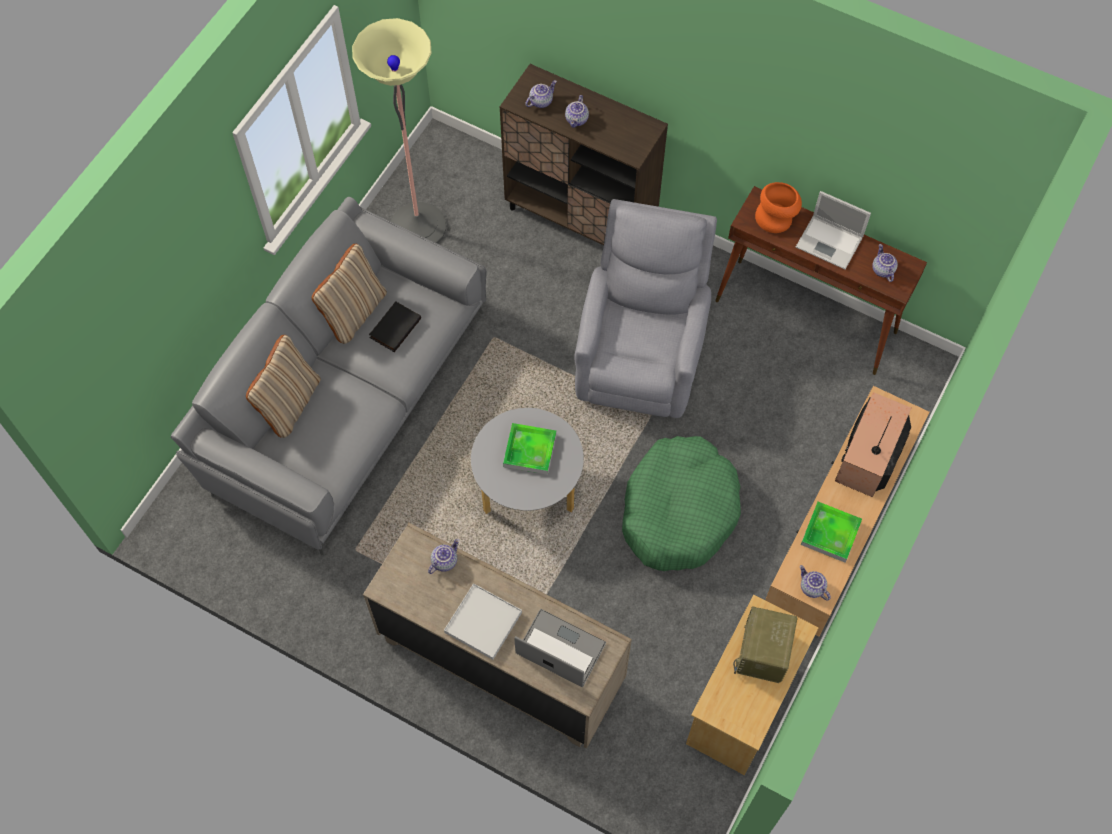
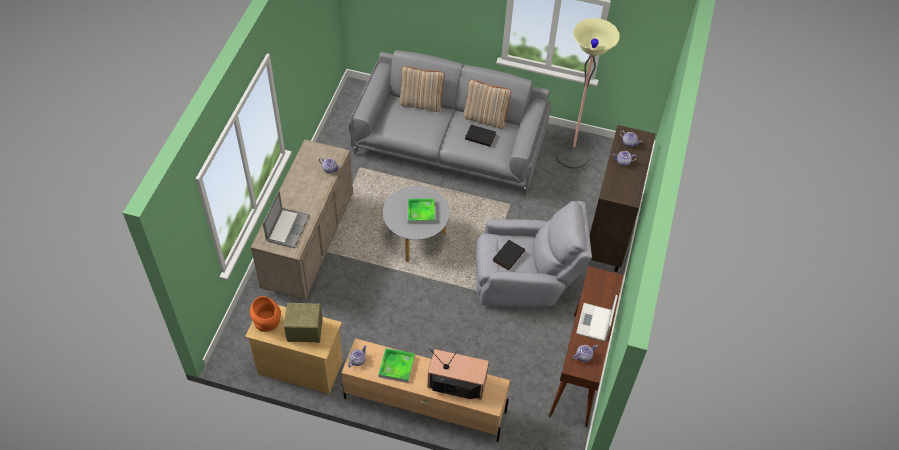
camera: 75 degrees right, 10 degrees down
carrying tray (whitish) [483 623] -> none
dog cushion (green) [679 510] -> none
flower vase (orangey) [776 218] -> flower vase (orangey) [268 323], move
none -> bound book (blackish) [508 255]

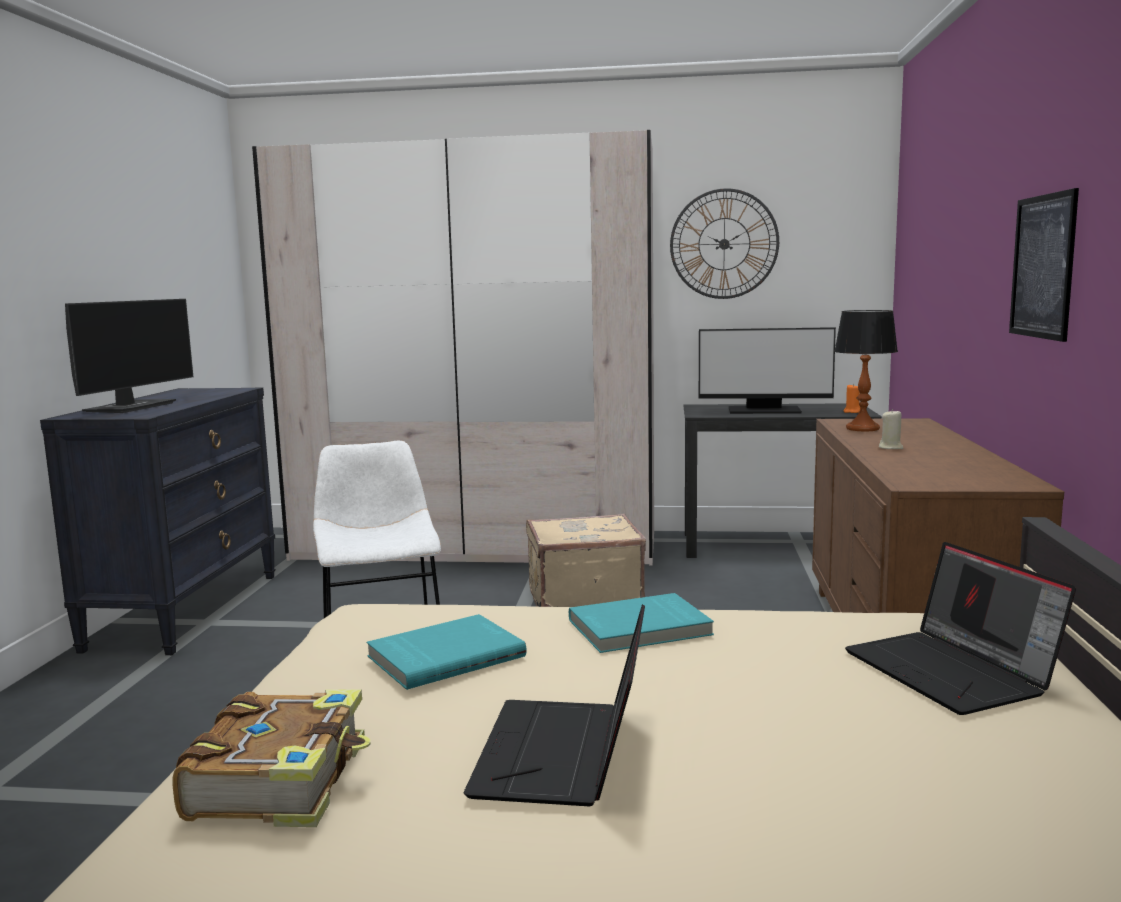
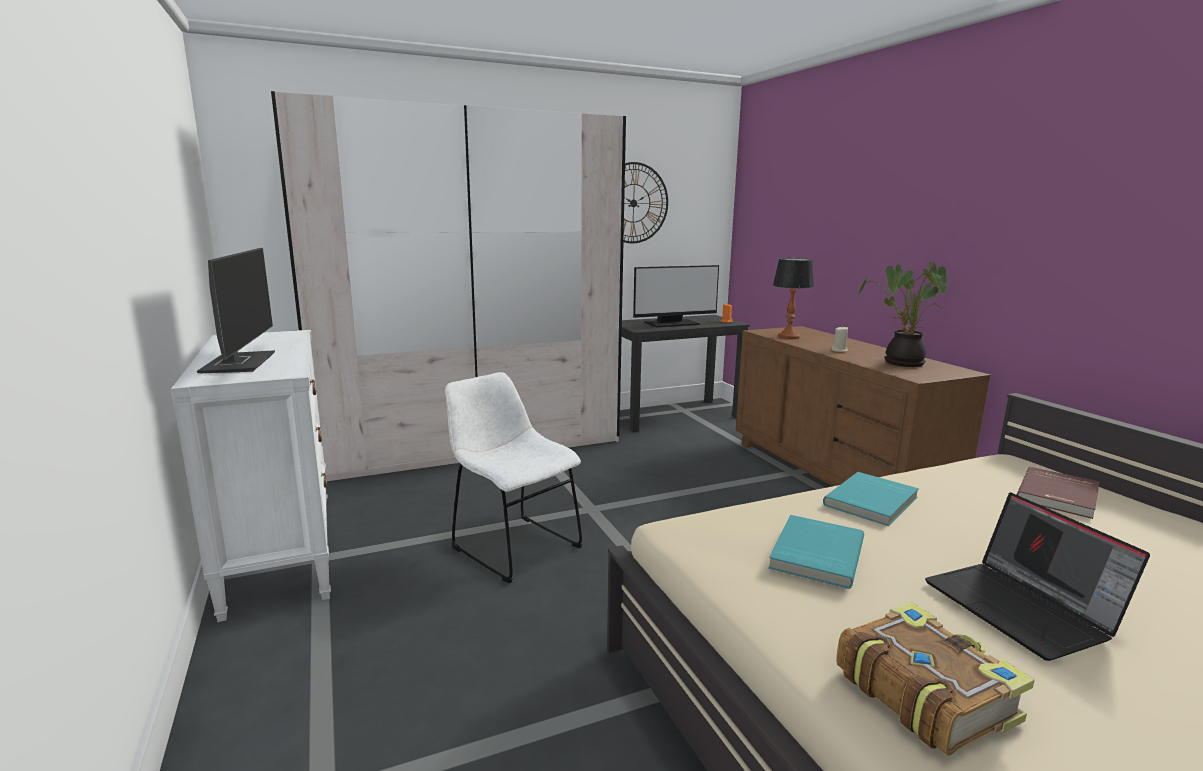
camera: 30 degrees left, 5 degrees up
drawer chest (blackish) [186 610] -> drawer chest (whitish) [280 551]
suitcase (beige-coloured) [583 599] -> none
portable computer [953 672] -> bound book (reddish) [1059 495]
wall art [1042 266] -> none
none -> houseplant [900 363]

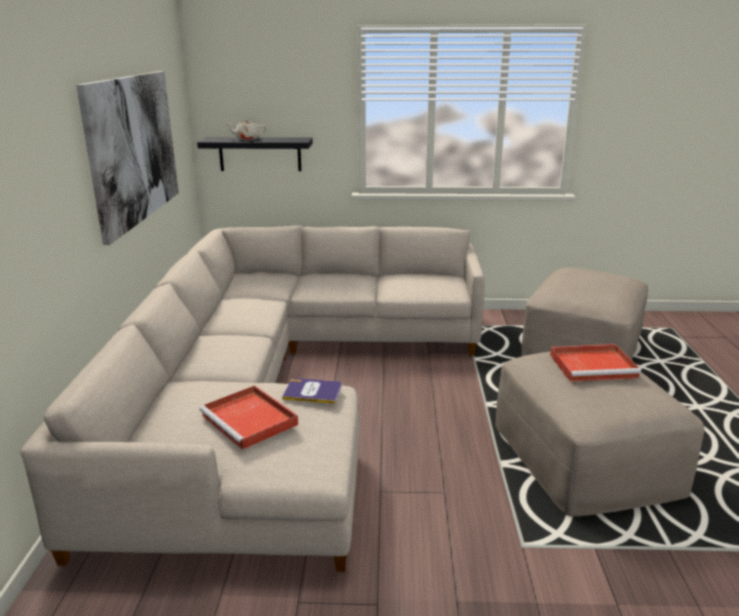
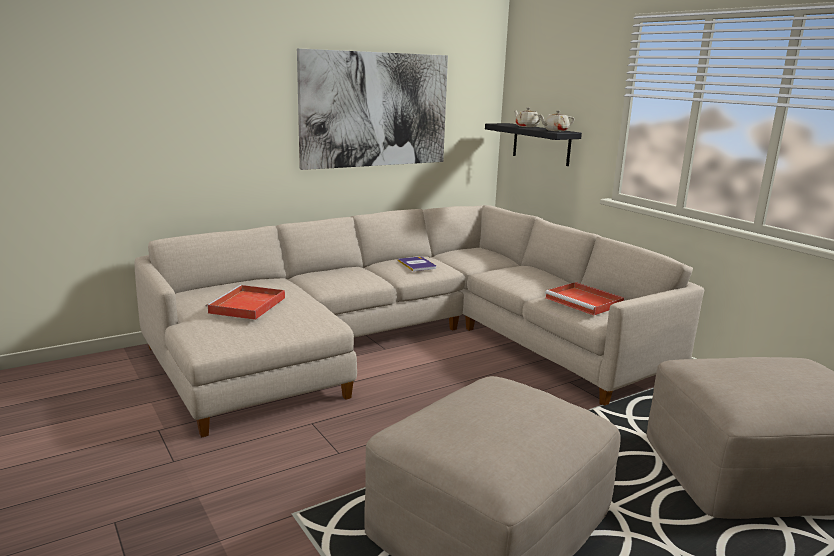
camera: 55 degrees right, 5 degrees down
bound book [313 392] -> bound book [417 264], move
carrying tray (reddish) [594 366] -> carrying tray (reddish) [585 302], move
none -> tea pot (beige-coloured) [555 130]

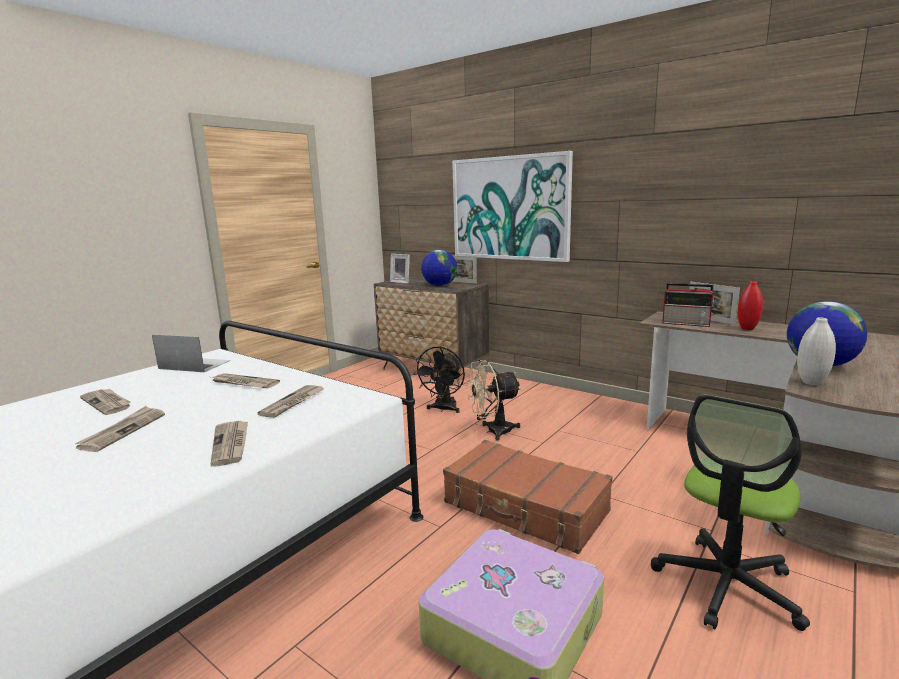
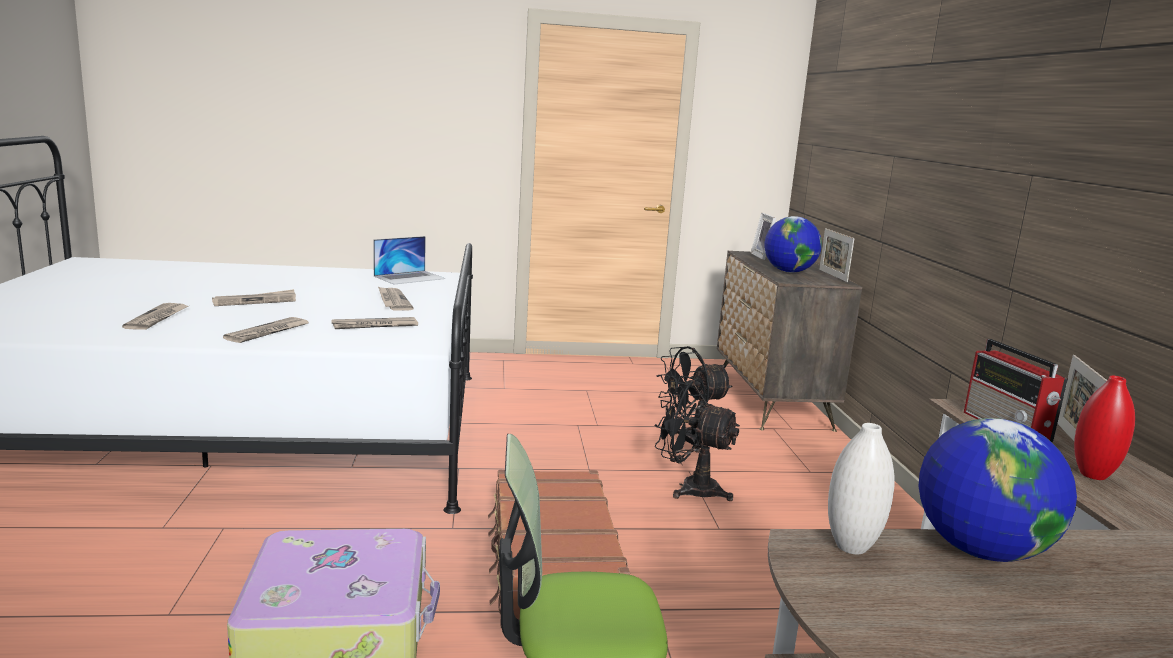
camera: 45 degrees right, 0 degrees up
daily paper [107 403] -> daily paper [157 318], move
portable computer [194 364] -> portable computer [409 277], 75 degrees clockwise
wall art [510 208] -> none
fan (beige-coloured) [493 431] -> fan (blackish) [690 488]

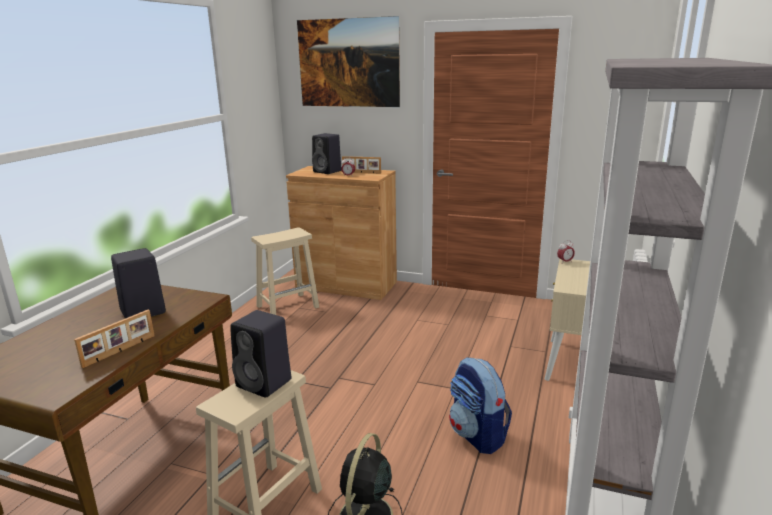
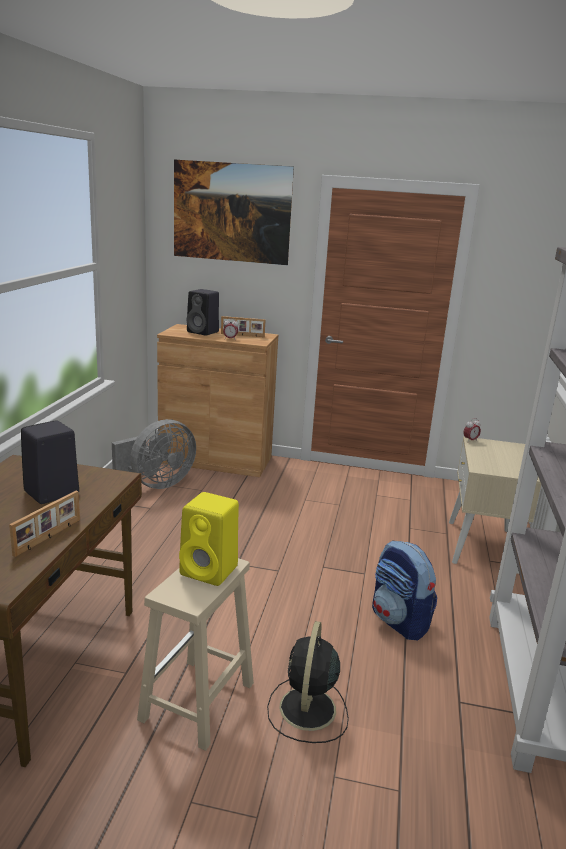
camera: 10 degrees left, 0 degrees up
audio speaker (blackish) [265 383] -> audio speaker (yellowish) [211 571]
stool seat (beige-coloured) [288 306] -> fan (grey) [156 484]

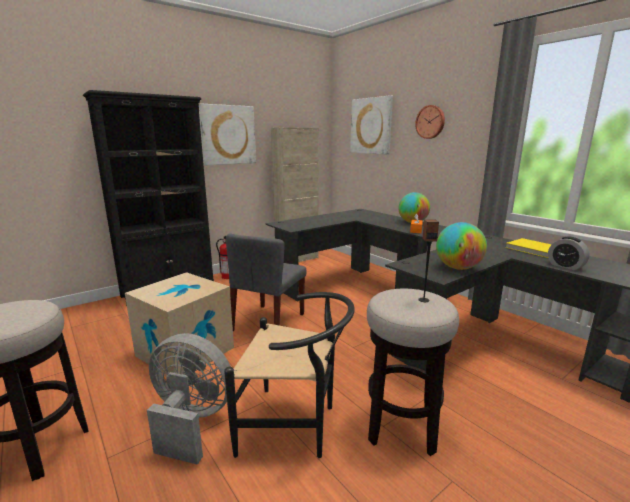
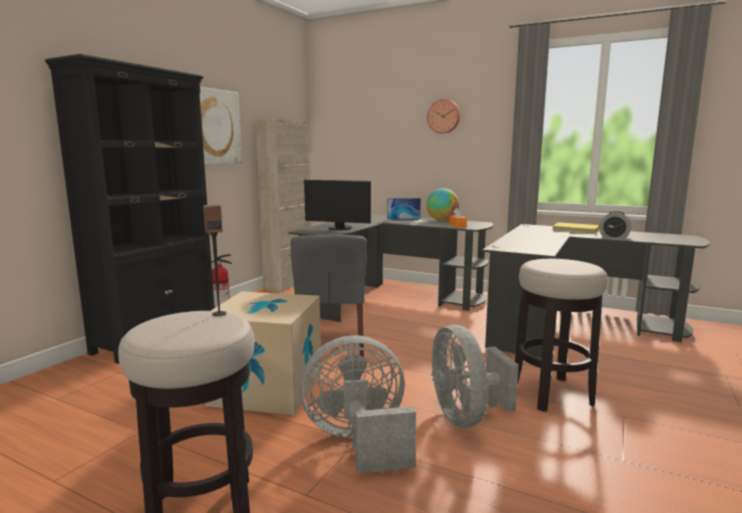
camera: 25 degrees left, 5 degrees down
upright chair (blackish) [296 426] -> fan (grey) [466 416]
wall art [371 126] -> none
audio speaker [423 300] -> audio speaker [219 313], move
globe [458 268] -> none
none -> computer screen [339 228]
none -> portable computer [405 220]

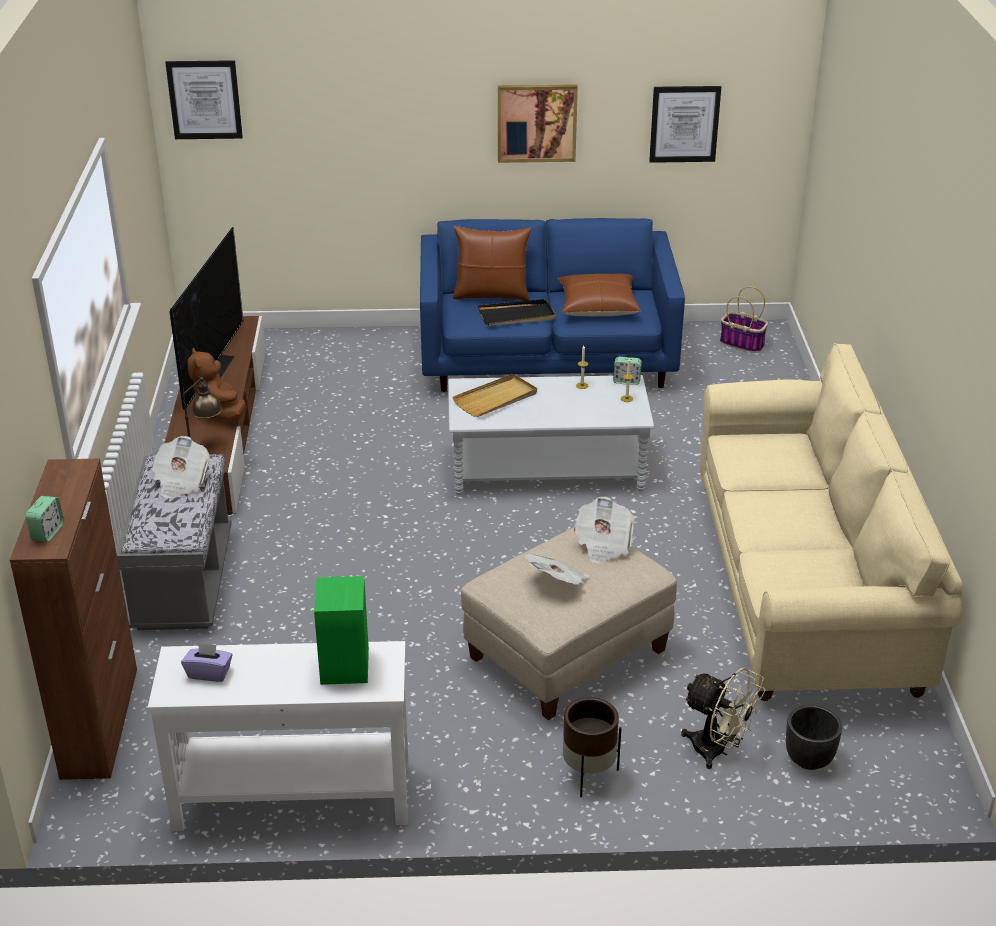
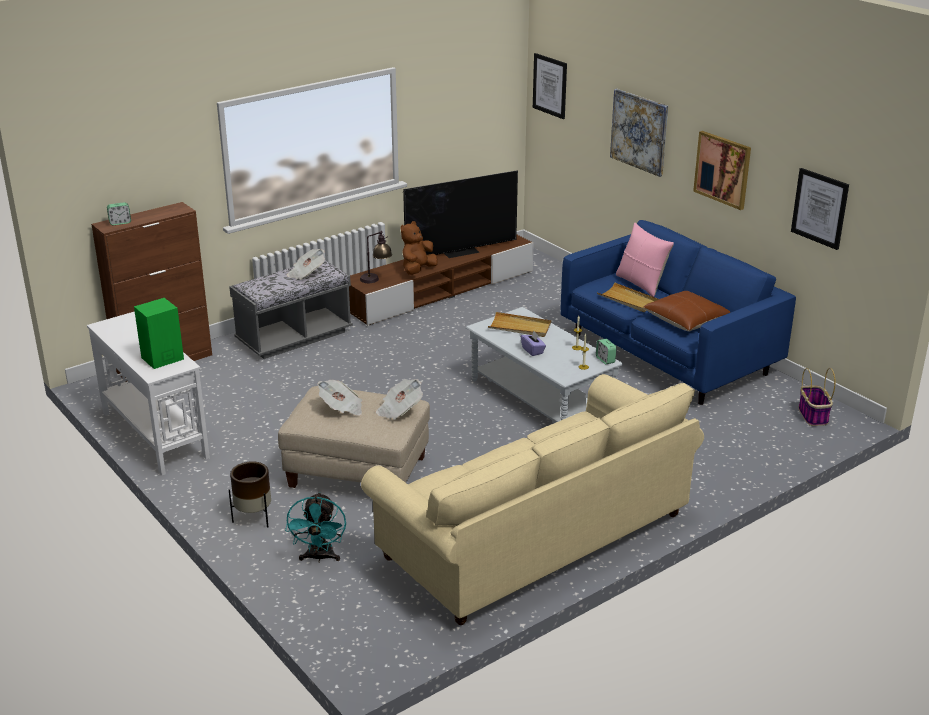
camera: 55 degrees right, 5 degrees down
tissue box (purple-coloured) [209 673] -> tissue box (purple-coloured) [533 350], move
throw pillow (brown-coloured) [491 295] -> throw pillow (pink-coloured) [641 284]
carrying tray (blackish) [517 316] -> carrying tray (beige-coloured) [628 300]
fan (beige-coloured) [717 751] -> fan (turquoise) [320 557]
plant pot (blackish) [808 759] -> none
none -> wall art [639 132]

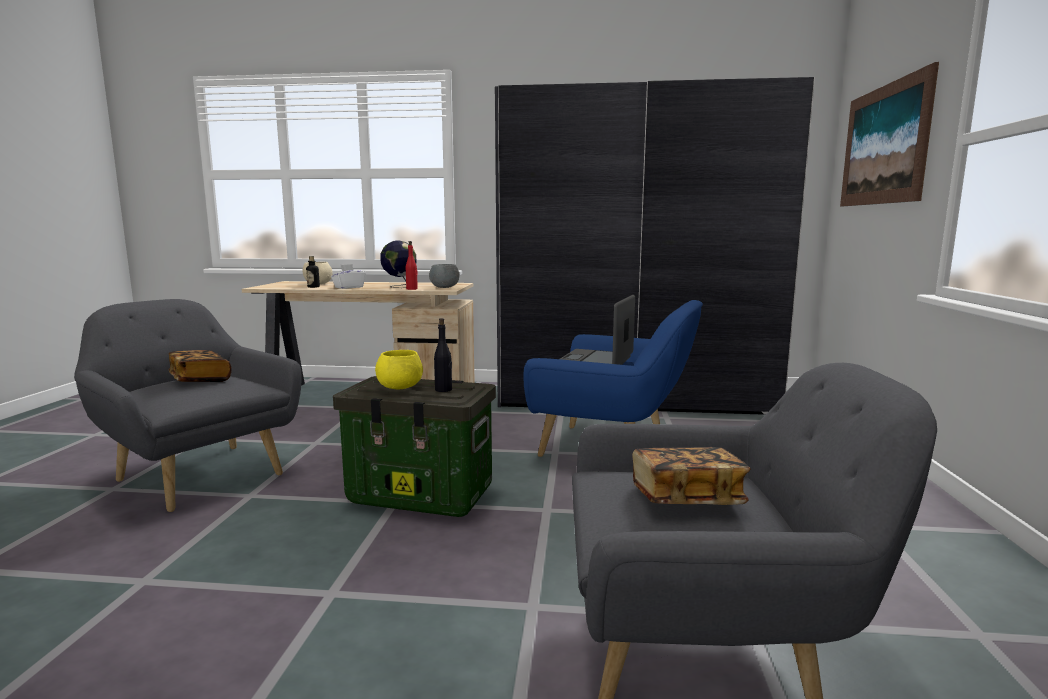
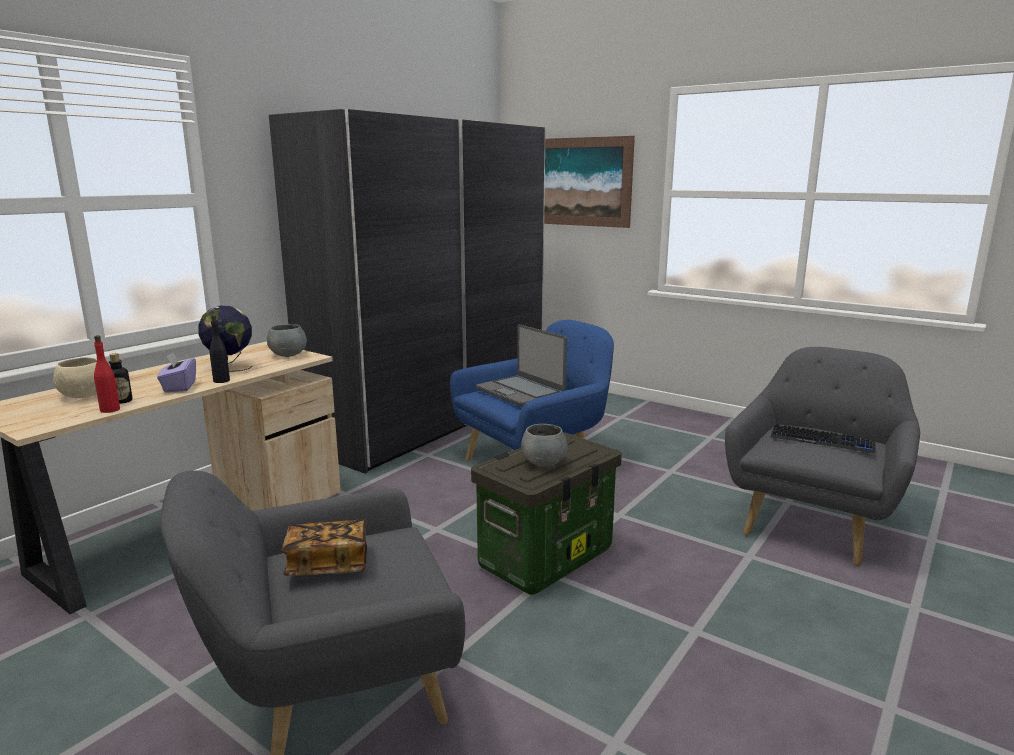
camera: 60 degrees left, 5 degrees up
tissue box (whitish) [349 287] -> tissue box (purple-coloured) [179 387]
serving bowl (yellowish) [400 387] -> serving bowl (grey) [544 463]
drink bottle (reddish) [412 289] -> drink bottle (reddish) [110 410], move
drink bottle (blackish) [443 390] -> drink bottle (blackish) [222 381], move
bound book [686 498] -> PC keyboard [822 440]

